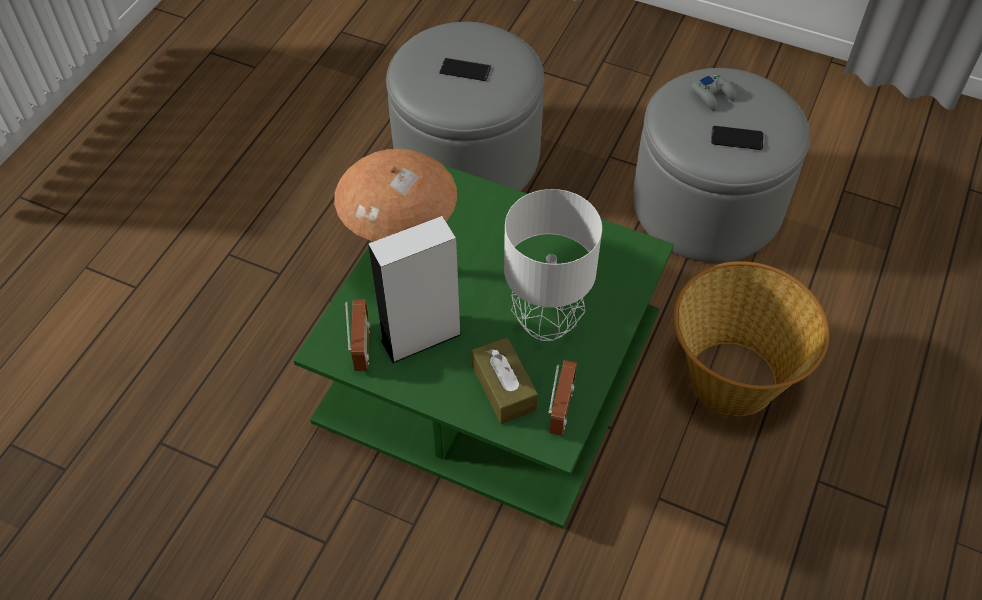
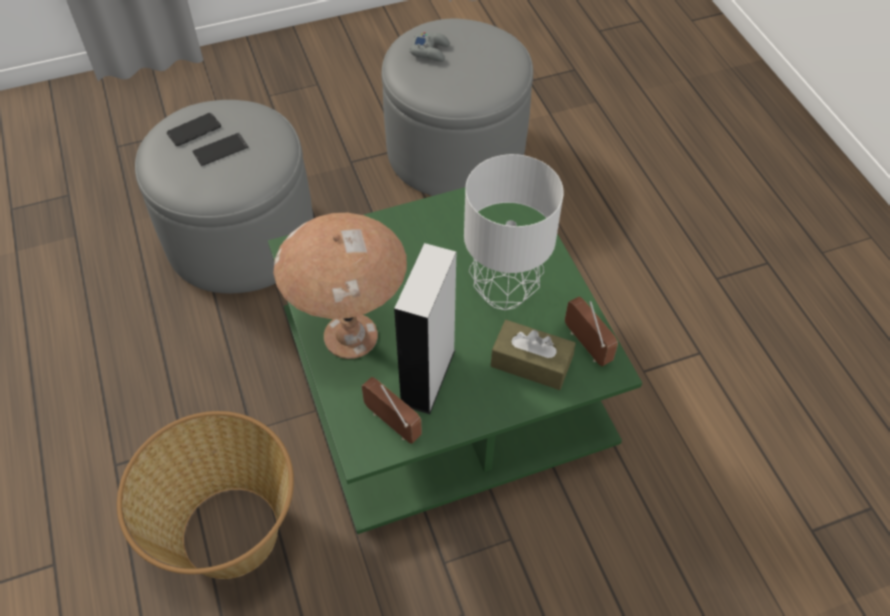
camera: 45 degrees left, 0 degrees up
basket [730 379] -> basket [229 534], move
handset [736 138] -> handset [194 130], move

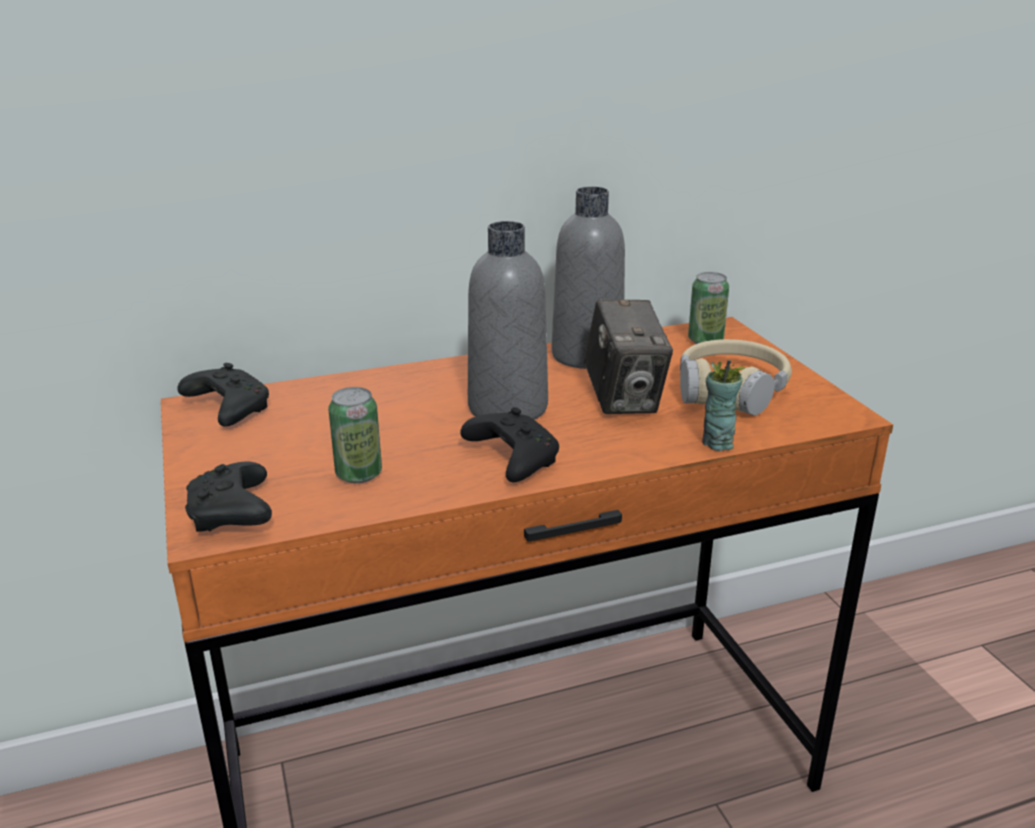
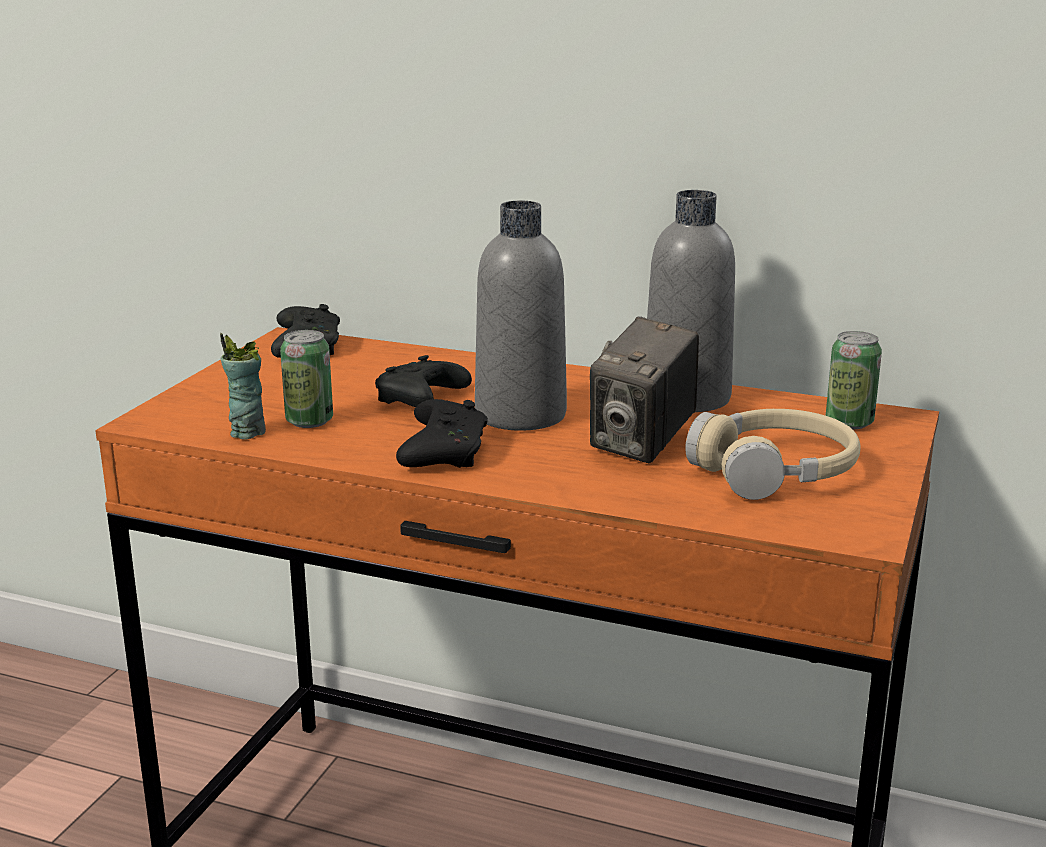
camera: 40 degrees right, 5 degrees down
joypad (blackish) [233 514] -> joypad (blackish) [421 402], move
cup [717 443] -> cup [247 432], move

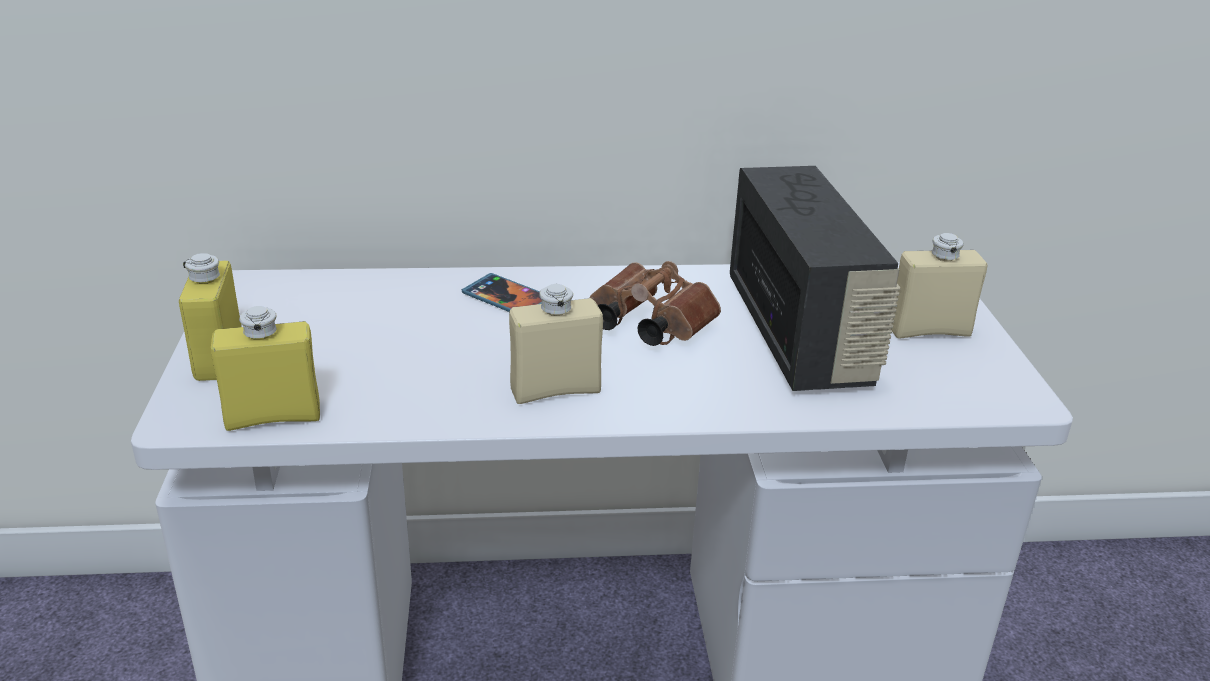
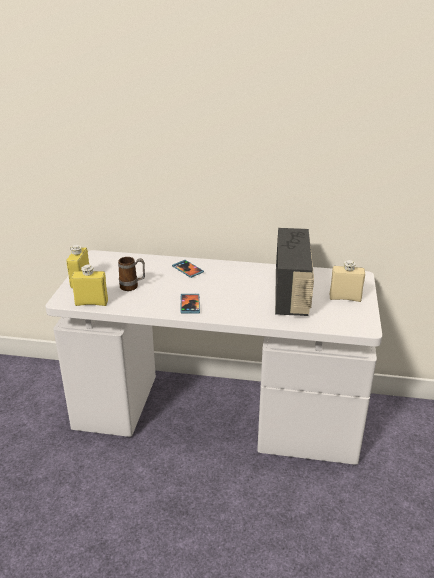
camera: 15 degrees right, 0 degrees up
drink bottle (beige-coloured) [555 391] -> handset [190 305]
pair of binoculars (brown-coloured) [646 325] -> none
none -> tea mug [132 286]

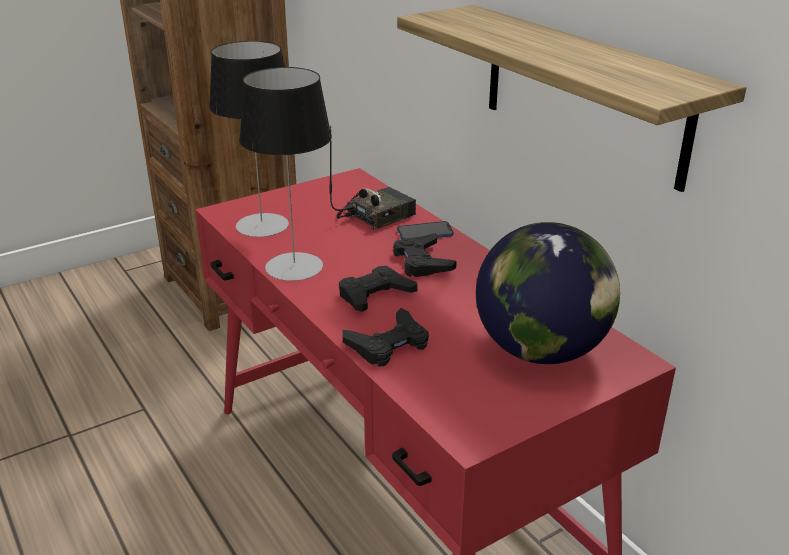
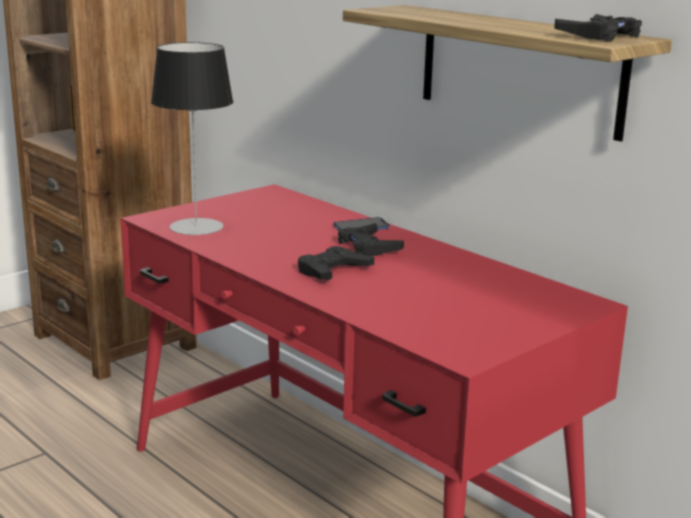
camera: 10 degrees left, 10 degrees down
tabletop lamp [294 267] -> none
radio [376 215] -> none
joypad (blackish) [388 344] -> joypad (blackish) [600 36], move
globe [541 351] -> none

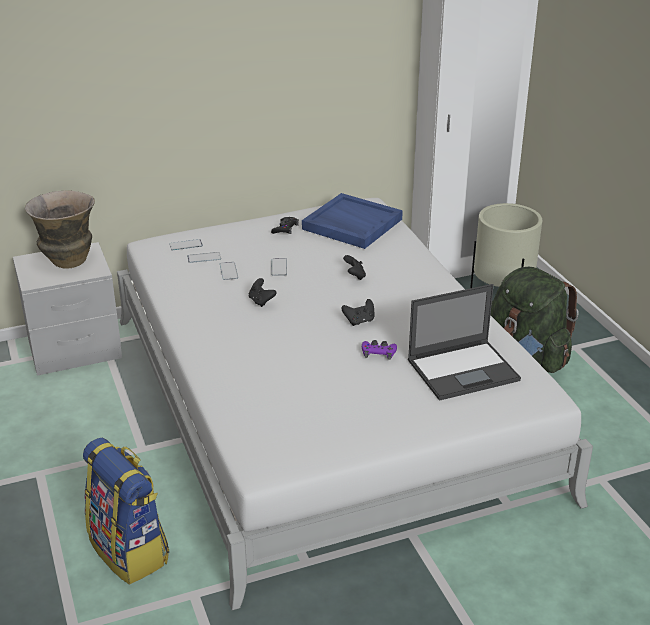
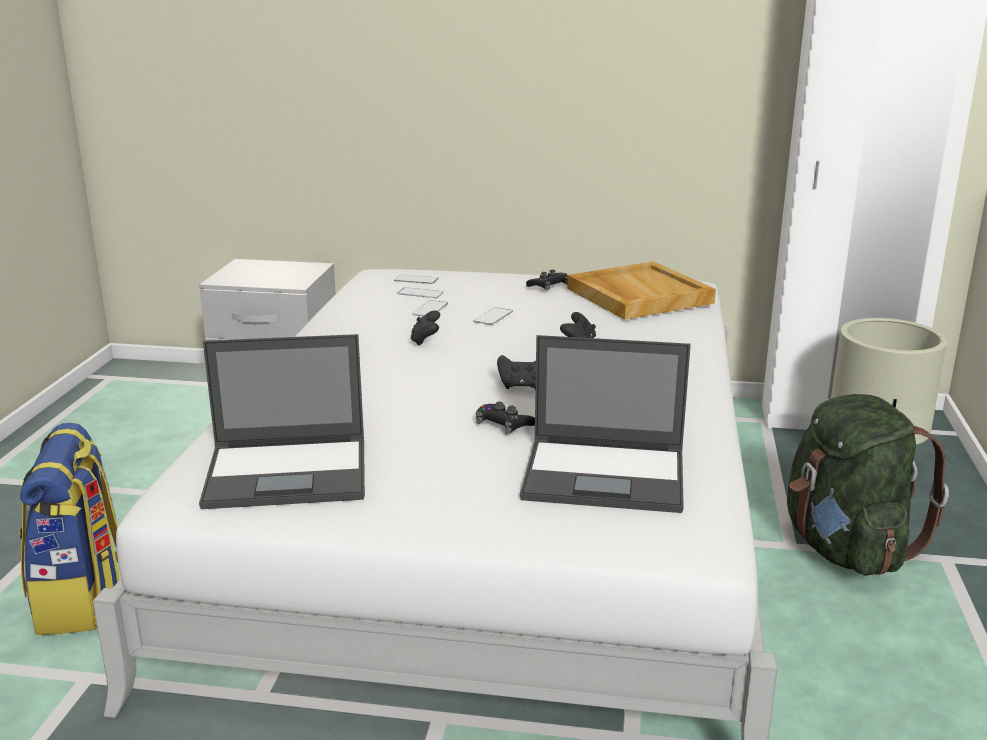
camera: 30 degrees right, 10 degrees down
flower vase [68 261] -> none
carrying tray (blue) [351 224] -> carrying tray (beige-coloured) [637 295]
joypad (purple-coloured) [378 353] -> joypad (blackish) [504 424]
none -> portable computer [289 473]

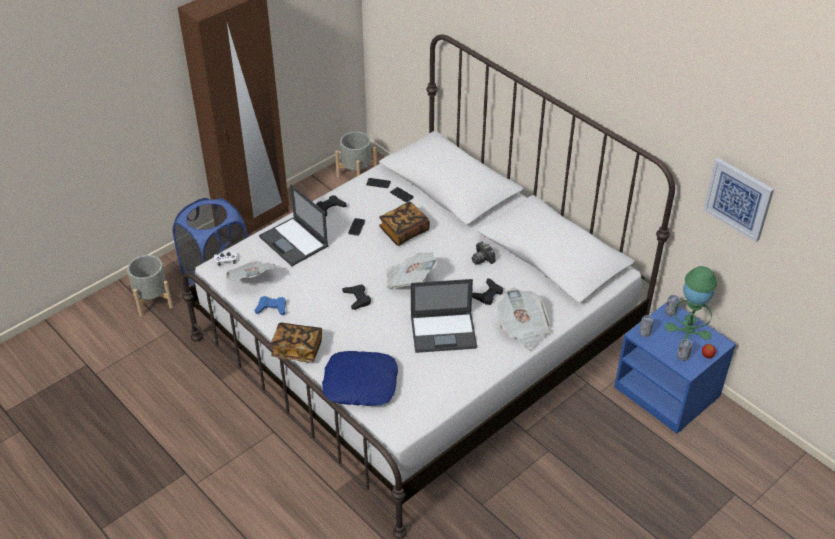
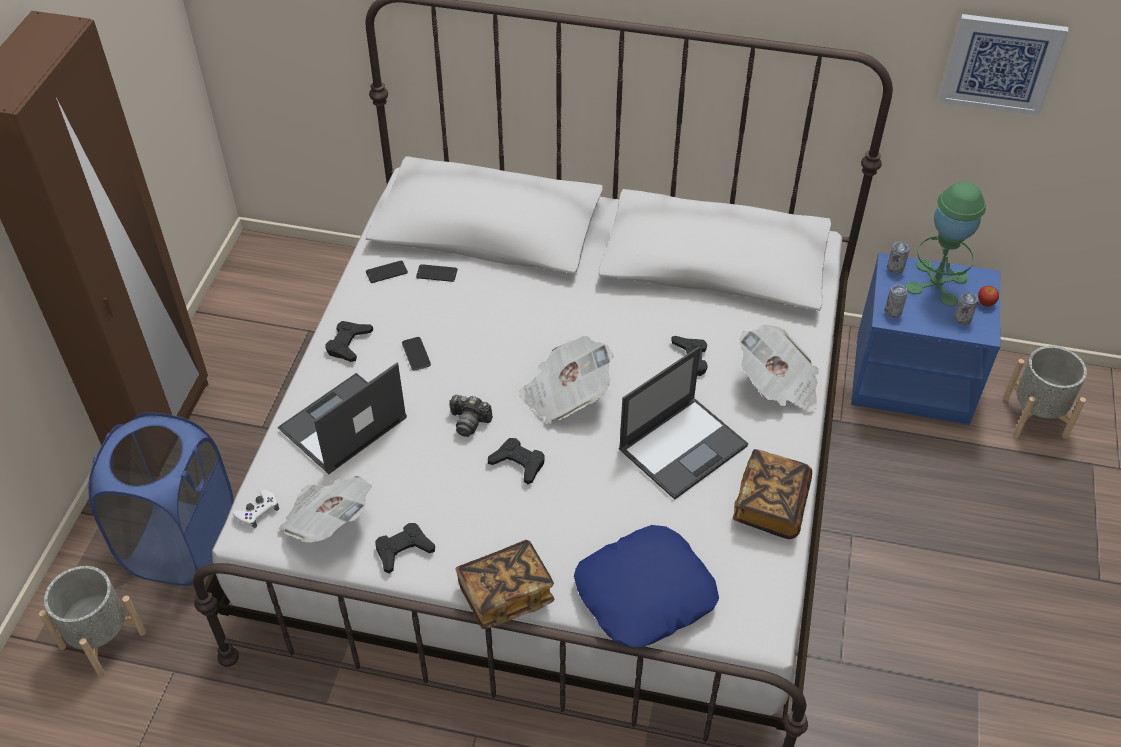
camera: 35 degrees left, 5 degrees up
joypad (blue) [271 308] -> joypad (blackish) [403 550]
portable computer [294 242] -> portable computer [342 425], 120 degrees clockwise
plant pot (grey) [357 174] -> plant pot (grey) [1034 416], move
bound book [404 231] -> bound book [770 505], move
photo camera [482 259] -> photo camera [469 421], move

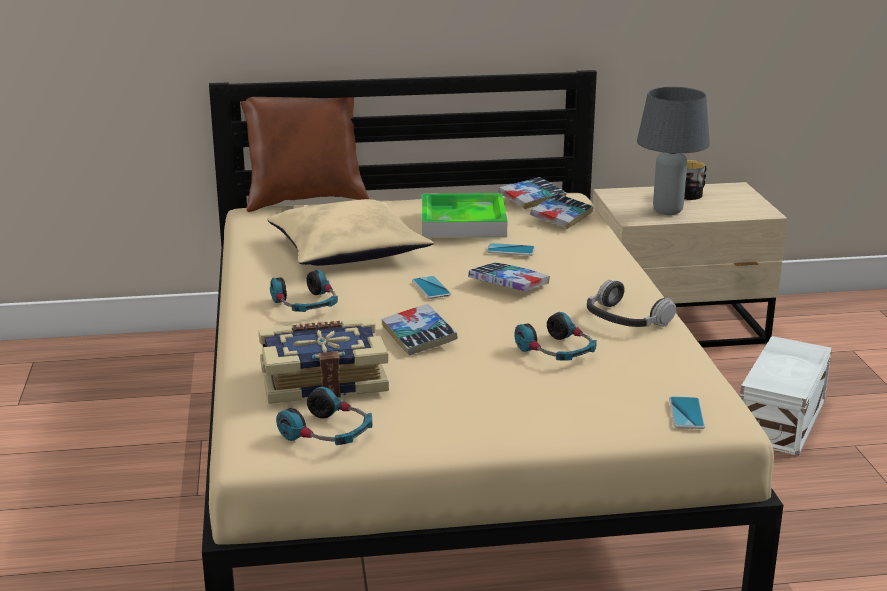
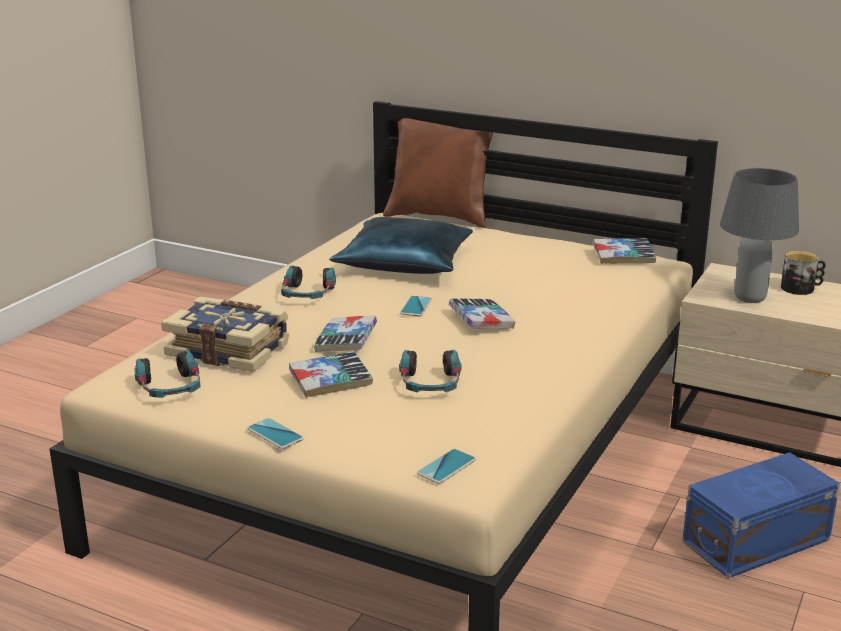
camera: 35 degrees right, 0 degrees up
throw pillow (beige-coloured) [348 251] -> throw pillow (blue) [406 263]
carrying tray [463 222] -> none
handset [510 250] -> handset [275 434], move
bound book [562 217] -> bound book [330 381], move
headset [626 319] -> none
storage box (whitish) [783 420] -> storage box (blue) [759 541]

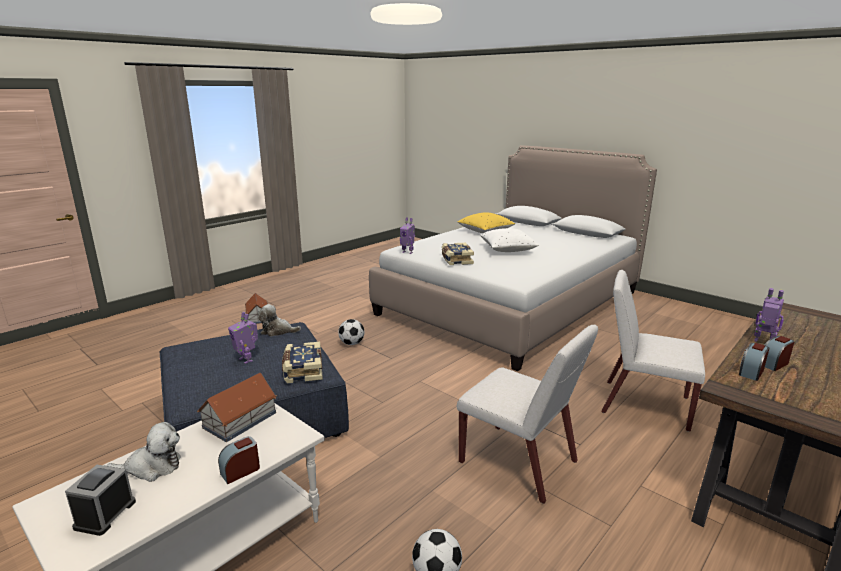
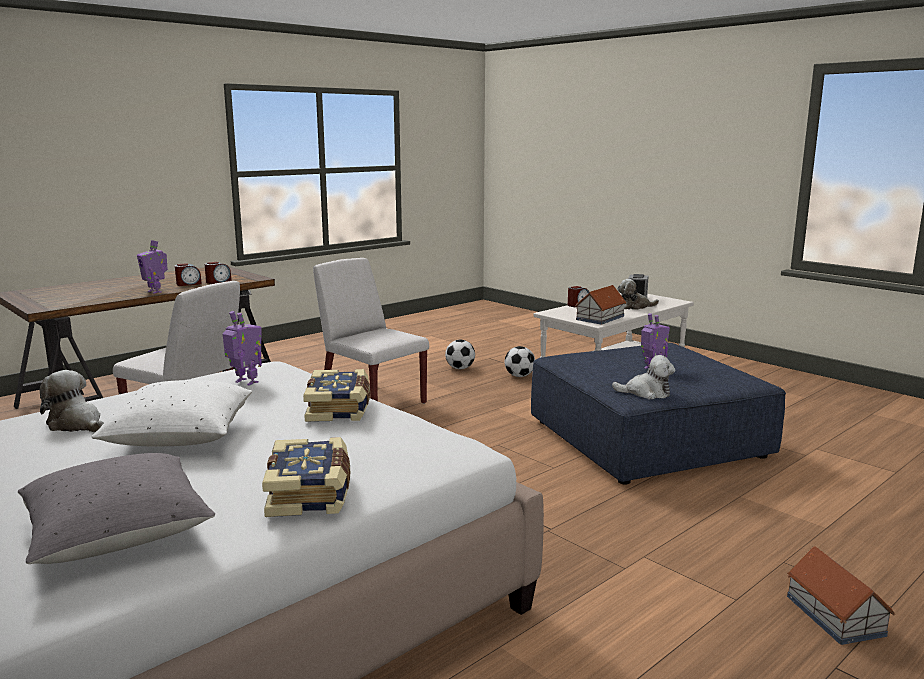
camera: 175 degrees left, 5 degrees down
bound book [302 370] -> bound book [311 493], move
football ball [352 343] -> football ball [519 376], move
robot figure [408 252] -> robot figure [245 382], move
throw pillow (yellowish) [485 231] -> throw pillow (grey) [117 535]
none -> cuddly toy [76 424]

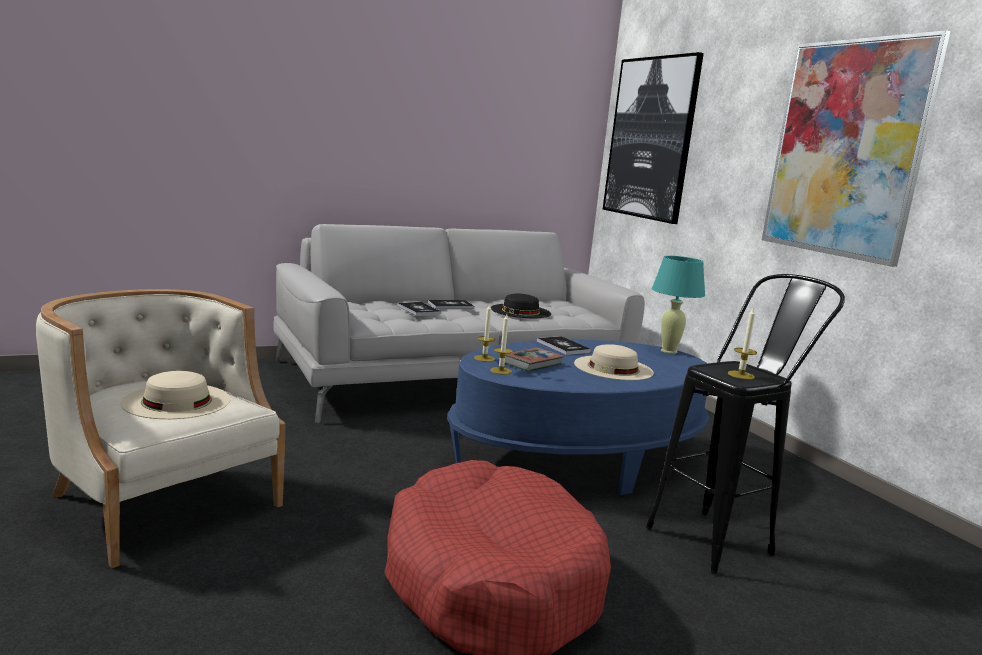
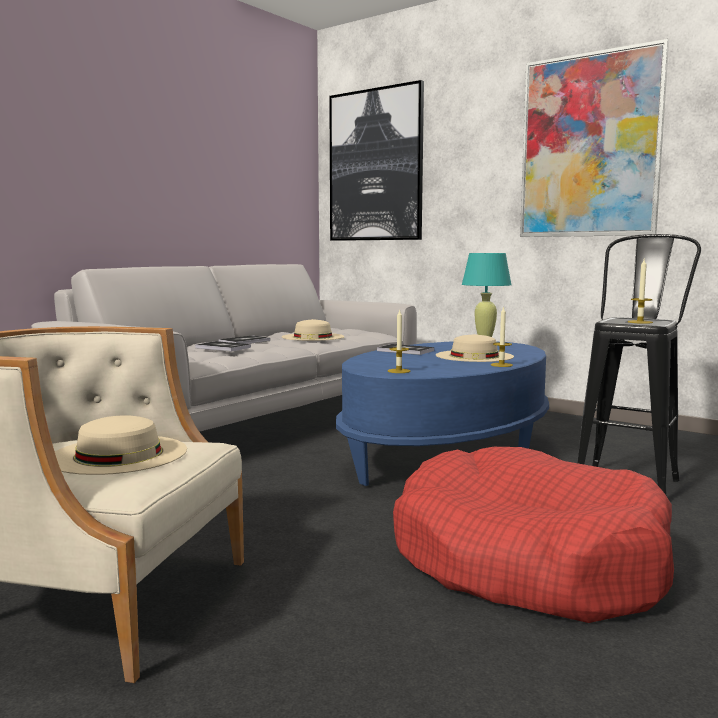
camera: 25 degrees left, 5 degrees down
wax candle [484 358] -> wax candle [501 365], move
wearable hat (blackish) [520 311] -> wearable hat (beige-coloured) [313 337]
bound book [531 363] -> none

